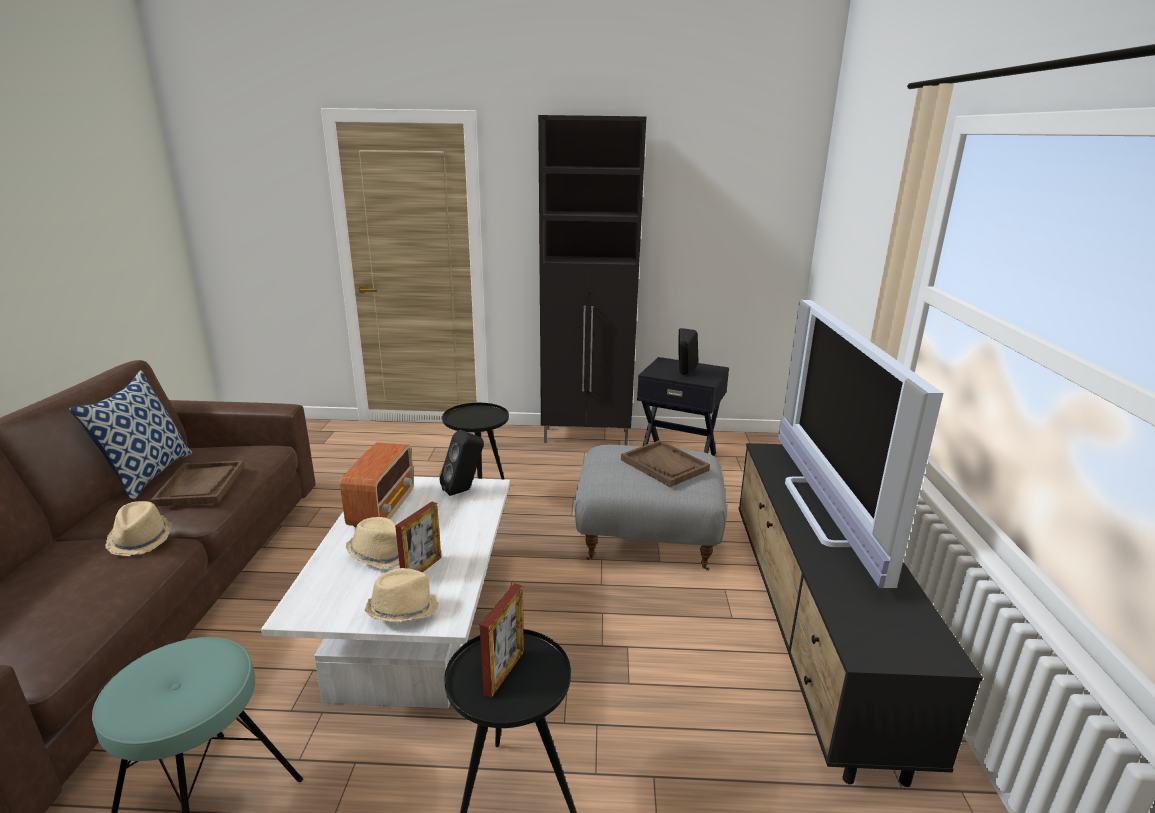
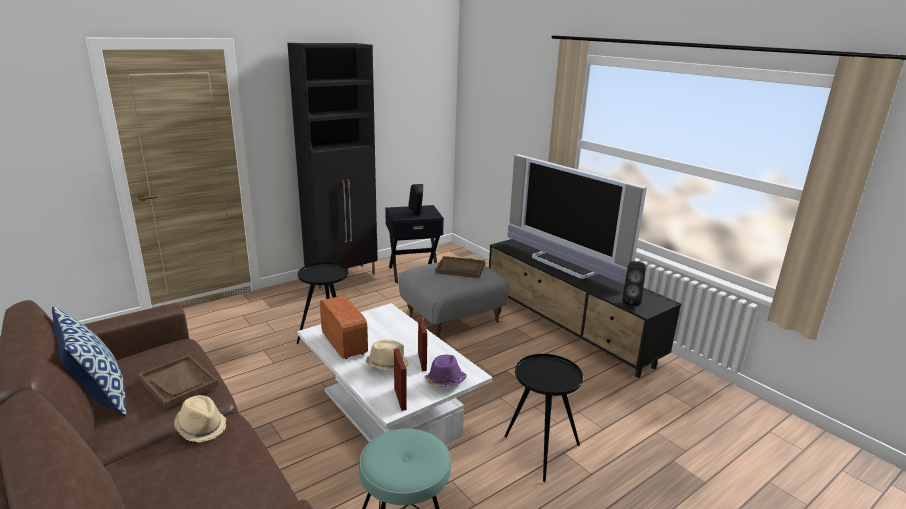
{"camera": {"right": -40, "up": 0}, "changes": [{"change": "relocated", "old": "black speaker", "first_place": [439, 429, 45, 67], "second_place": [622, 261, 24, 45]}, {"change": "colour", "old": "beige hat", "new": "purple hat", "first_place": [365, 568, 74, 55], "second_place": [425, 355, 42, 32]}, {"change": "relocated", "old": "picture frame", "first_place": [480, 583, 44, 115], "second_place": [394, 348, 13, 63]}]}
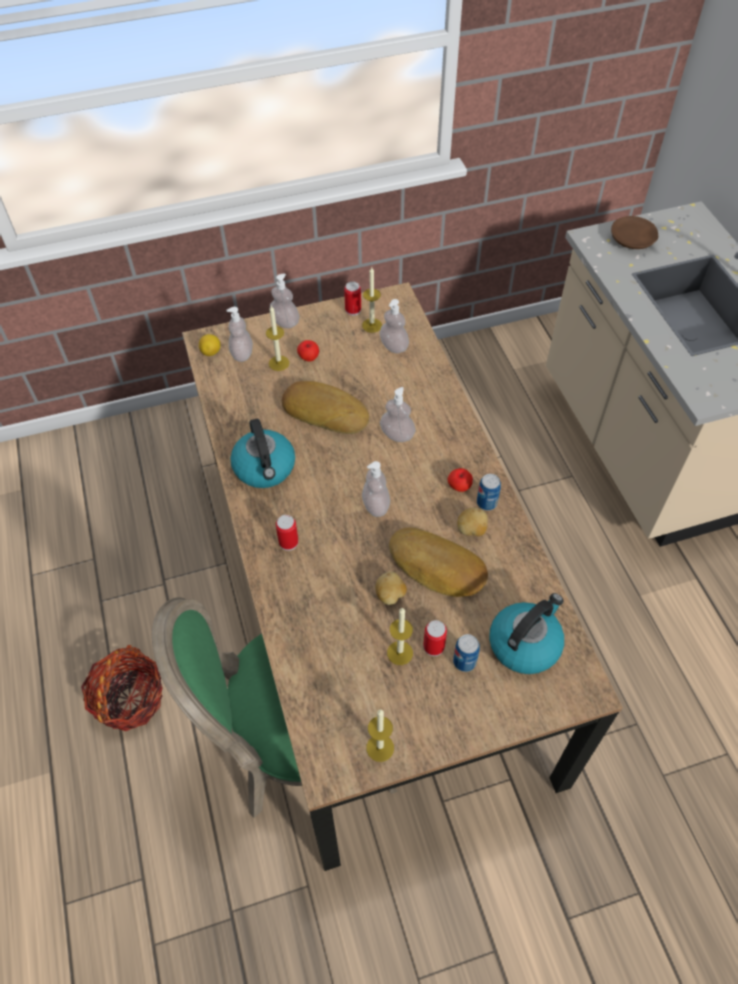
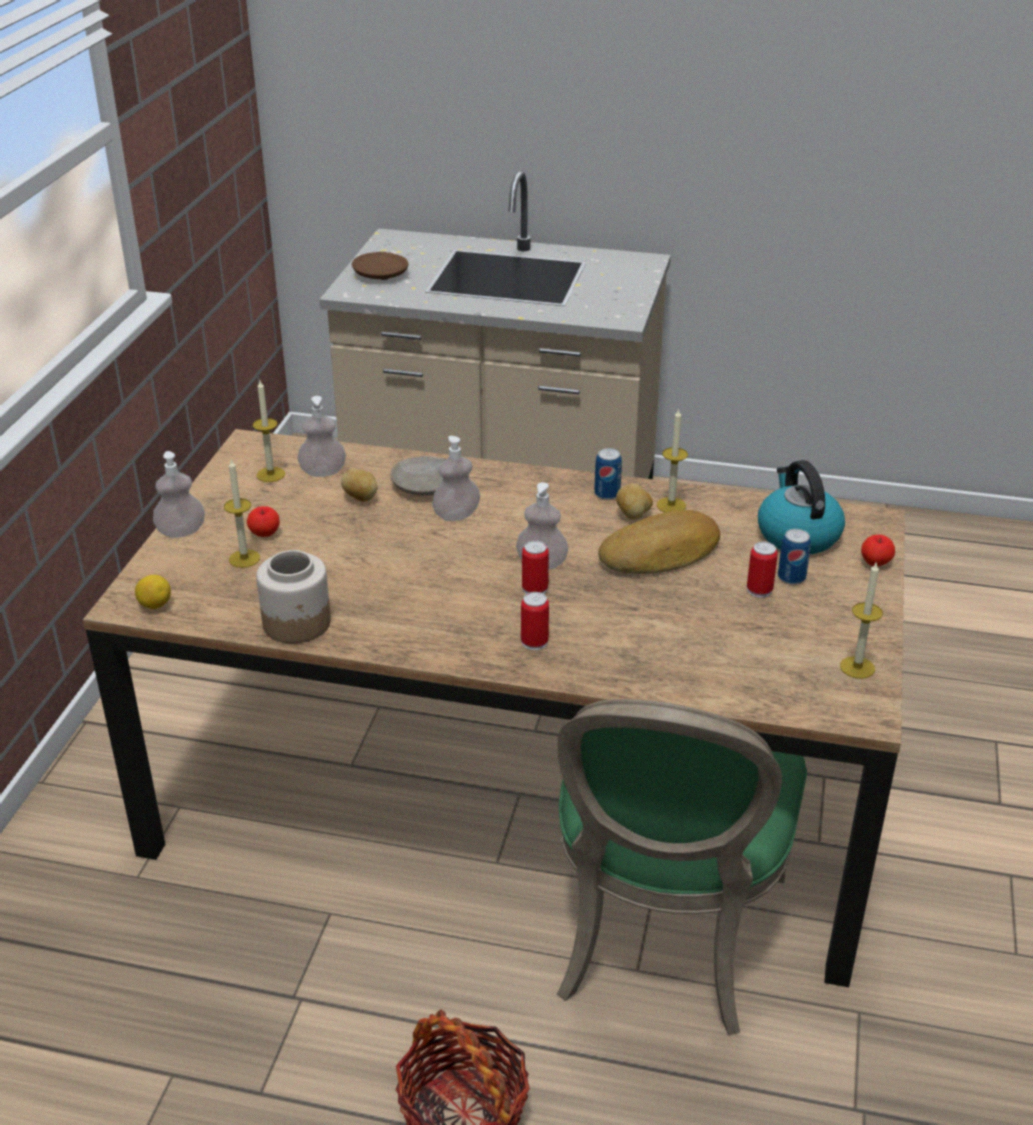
{"camera": {"right": -60, "up": -20}, "changes": [{"change": "relocated", "old": "can", "first_place": [344, 281, 17, 35], "second_place": [522, 540, 27, 54]}, {"change": "missing", "old": "soap dispenser", "first_place": [226, 307, 27, 55]}, {"change": "missing", "old": "bread", "first_place": [282, 381, 87, 53]}, {"change": "missing", "old": "kettle", "first_place": [230, 419, 65, 69]}, {"change": "relocated", "old": "apple", "first_place": [448, 468, 25, 24], "second_place": [861, 535, 34, 31]}, {"change": "relocated", "old": "potato", "first_place": [376, 572, 31, 33], "second_place": [341, 468, 37, 34]}, {"change": "relocated", "old": "candle", "first_place": [387, 608, 26, 57], "second_place": [657, 408, 31, 104]}, {"change": "appeared", "new": "beige plate", "second_place": [390, 456, 56, 39]}, {"change": "appeared", "new": "jar", "second_place": [256, 550, 75, 93]}]}
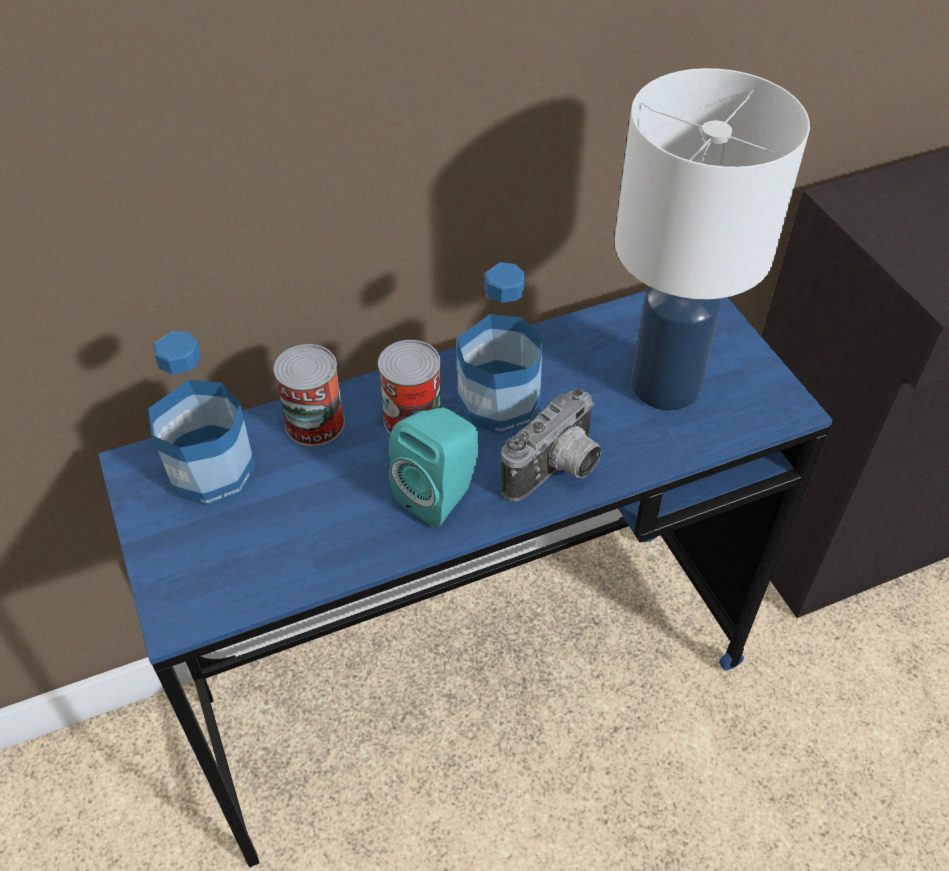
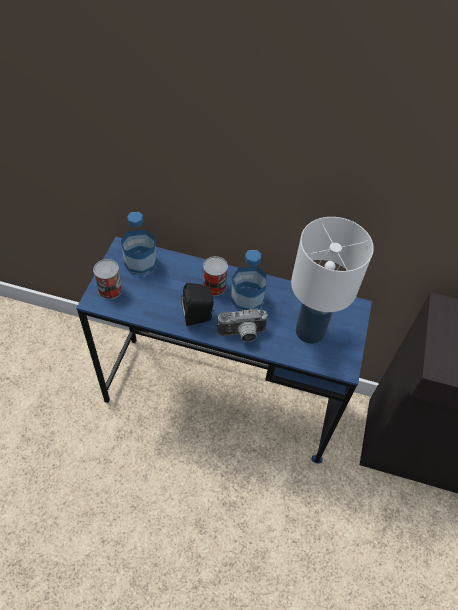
{"camera": {"right": 35, "up": 5}, "changes": [{"change": "relocated", "old": "can", "first_place": [273, 344, 72, 102], "second_place": [93, 259, 29, 40]}, {"change": "colour", "old": "turquoise speaker", "new": "black speaker", "first_place": [389, 408, 90, 120], "second_place": [181, 283, 33, 43]}]}
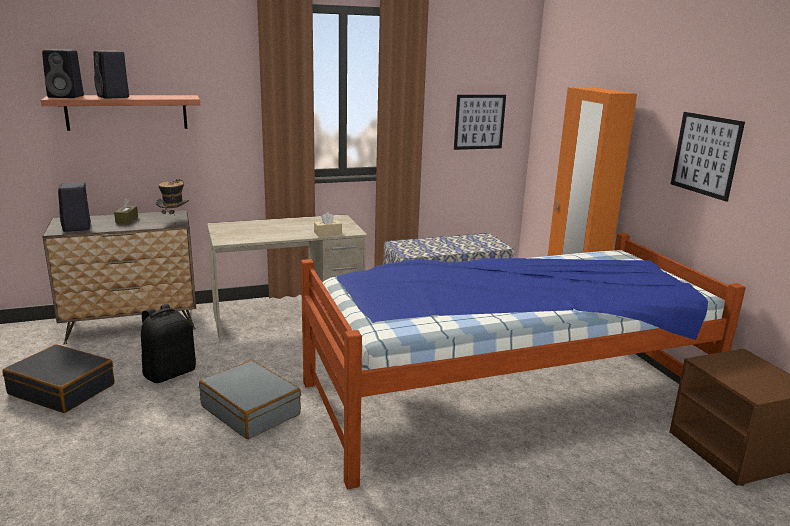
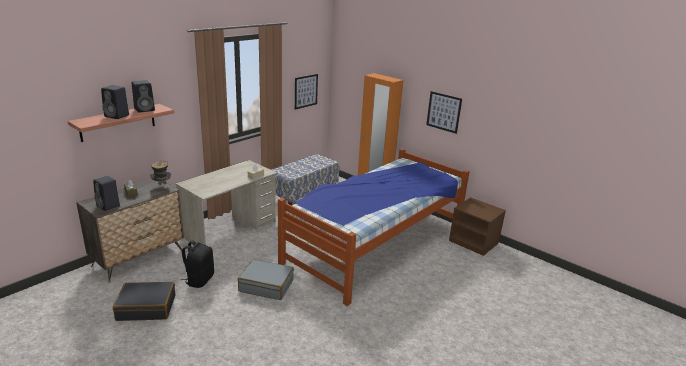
{"camera": {"right": -30, "up": 5}, "changes": [{"change": "relocated", "old": "black speaker", "first_place": [42, 49, 42, 49], "second_place": [132, 80, 23, 33]}]}
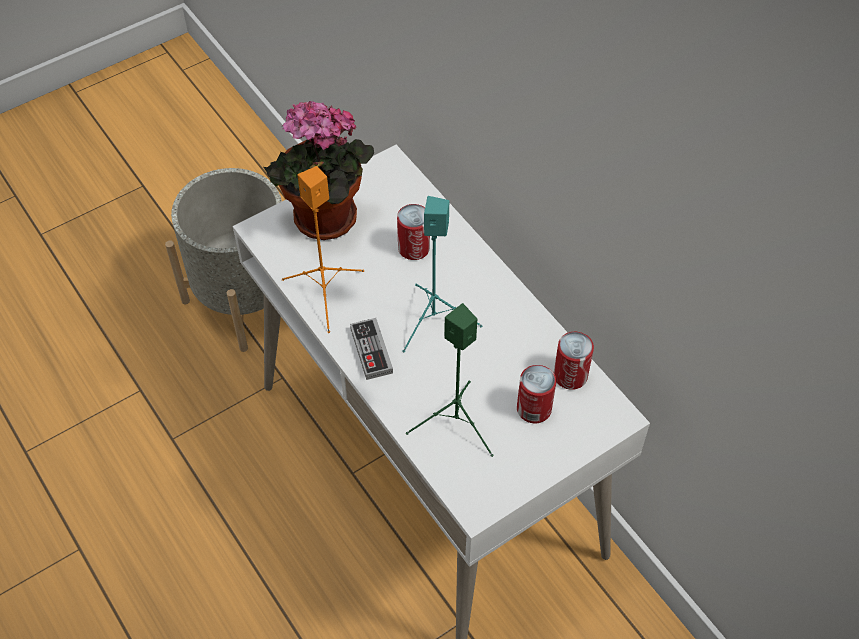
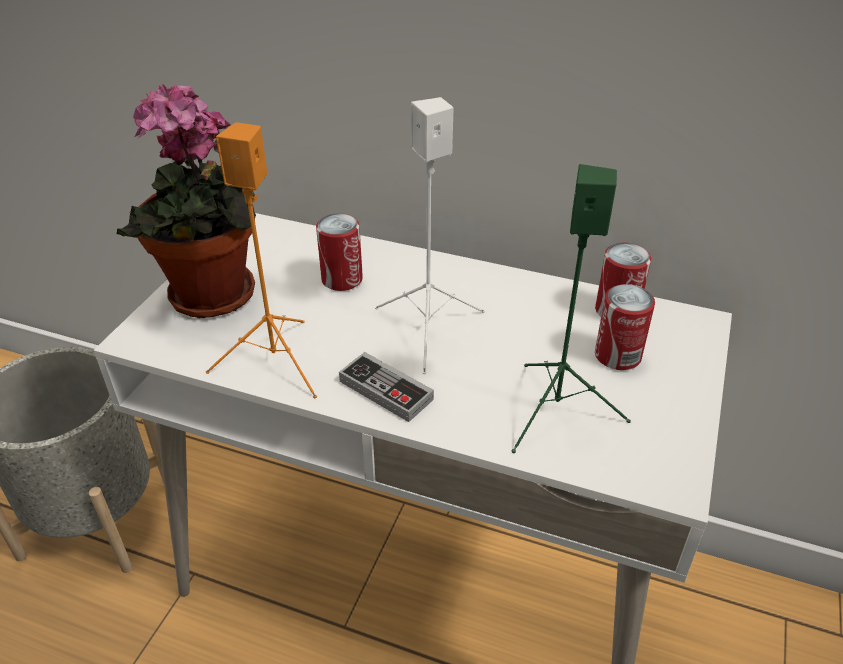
{"camera": {"right": -35, "up": -15}, "changes": [{"change": "colour", "old": "turquoise speaker", "new": "white speaker", "first_place": [403, 196, 79, 157], "second_place": [375, 97, 110, 277]}]}
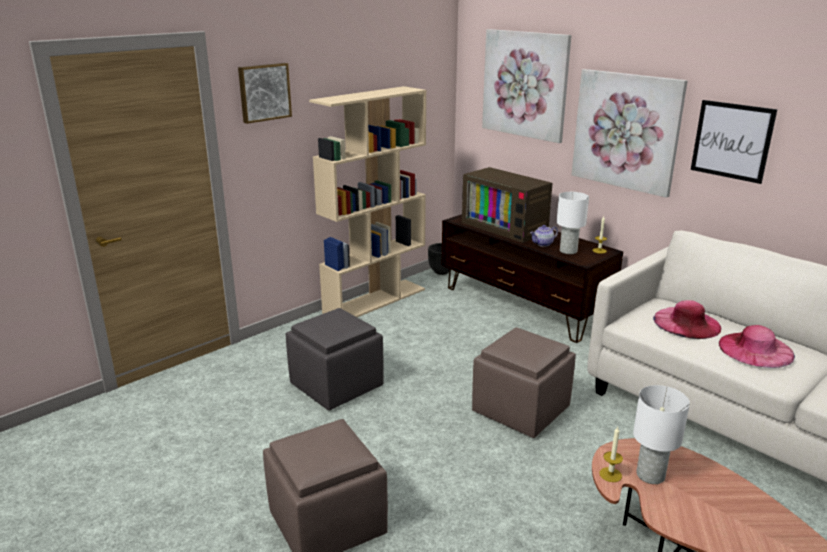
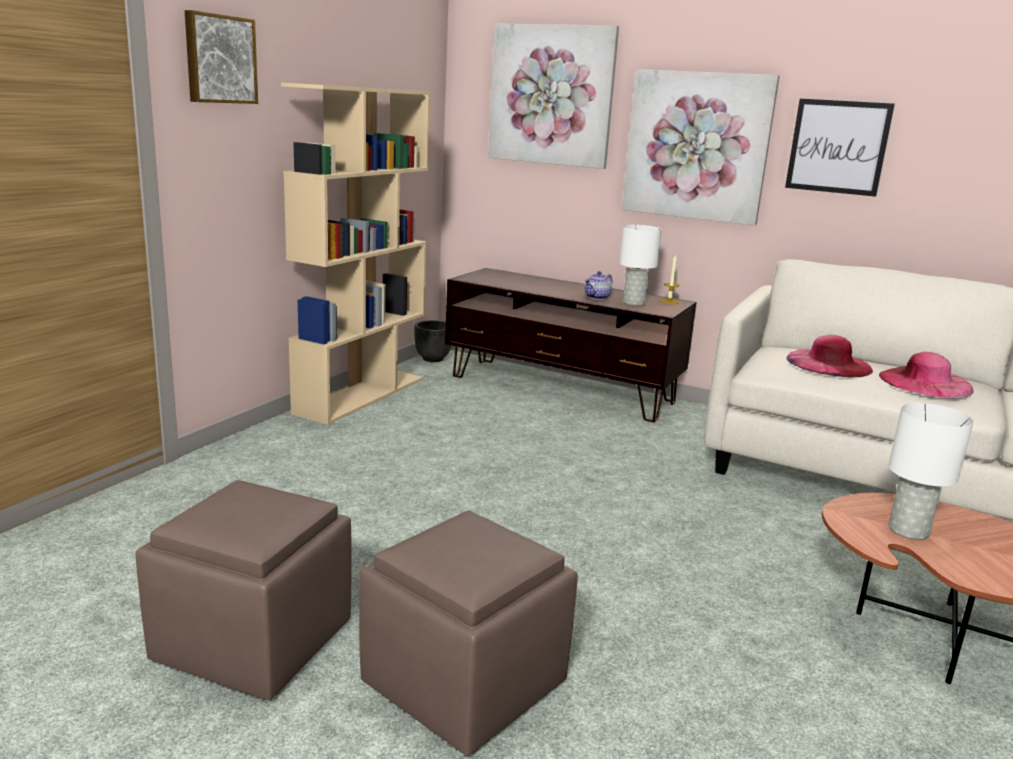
{"camera": {"right": -20, "up": -5}, "changes": [{"change": "missing", "old": "television", "first_place": [462, 167, 90, 76]}, {"change": "missing", "old": "grey ottoman", "first_place": [286, 308, 97, 103]}, {"change": "relocated", "old": "brown ottoman", "first_place": [472, 328, 104, 110], "second_place": [136, 480, 215, 220]}, {"change": "missing", "old": "candle", "first_place": [599, 427, 24, 55]}]}
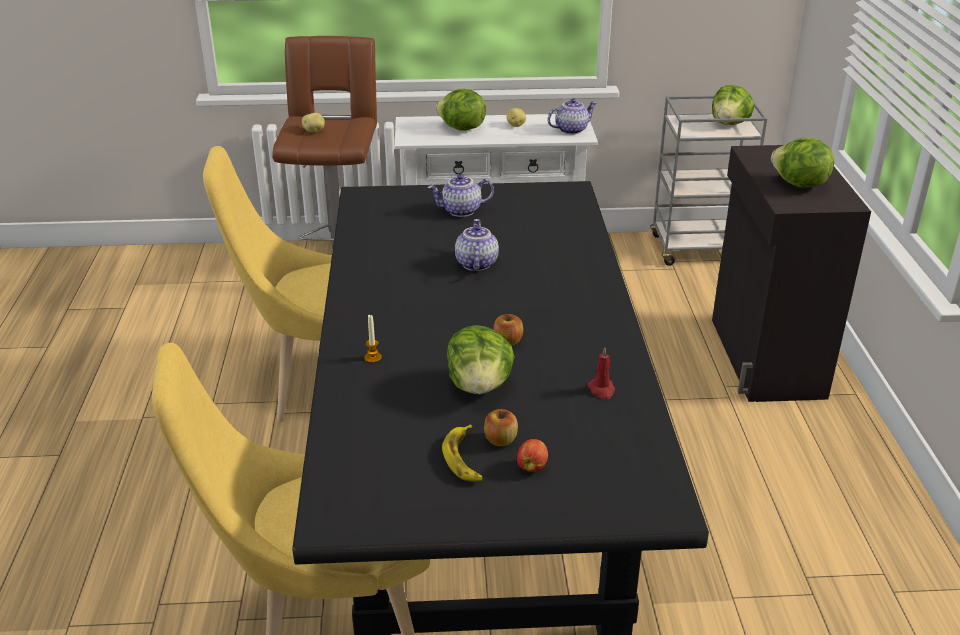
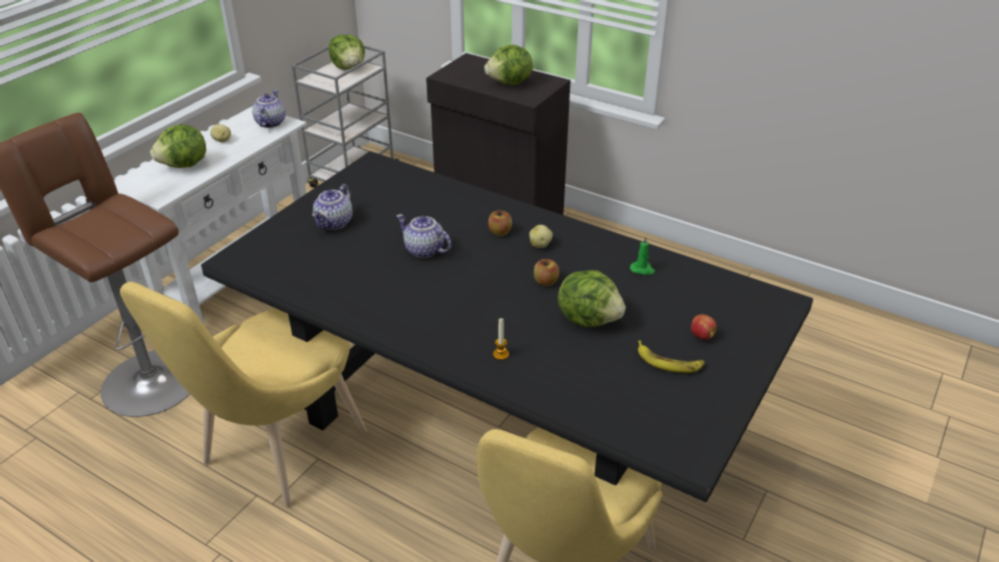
{"camera": {"right": -55, "up": 5}, "changes": [{"change": "relocated", "old": "potato", "first_place": [302, 113, 23, 19], "second_place": [529, 225, 24, 23]}, {"change": "colour", "old": "red candle", "new": "green candle", "first_place": [587, 347, 28, 52], "second_place": [630, 236, 25, 39]}, {"change": "relocated", "old": "apple", "first_place": [484, 409, 34, 37], "second_place": [488, 210, 24, 26]}]}
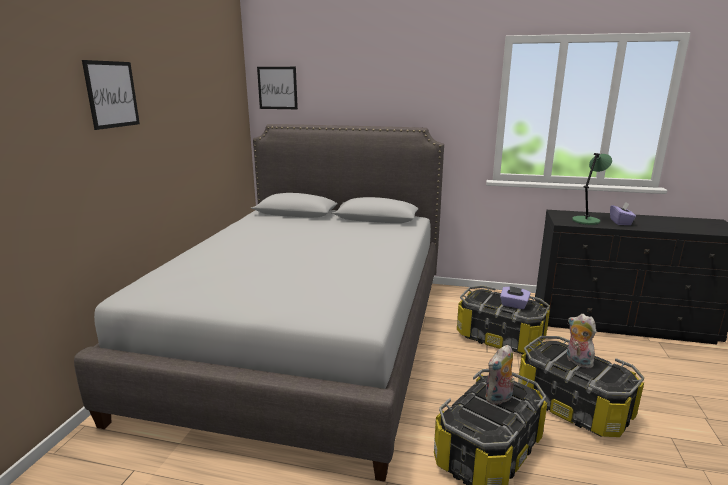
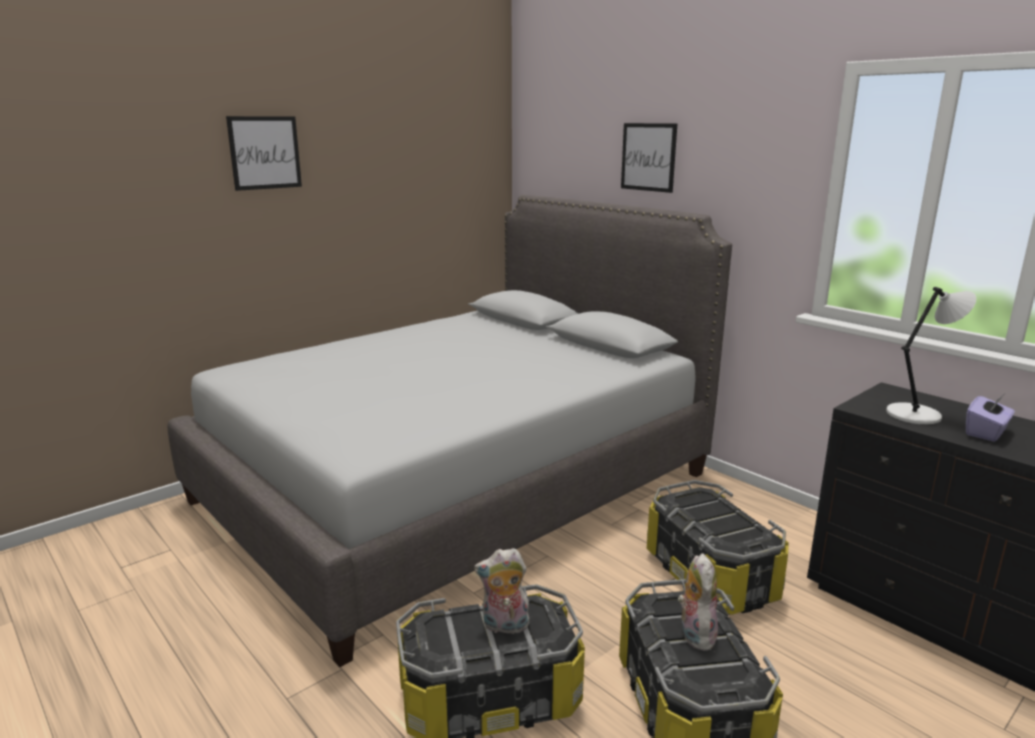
{"camera": {"right": 35, "up": 0}, "changes": [{"change": "relocated", "old": "picture", "first_place": [257, 67, 41, 42], "second_place": [621, 123, 56, 70]}, {"change": "colour", "old": "green table lamp", "new": "grey table lamp", "first_place": [572, 153, 40, 72], "second_place": [886, 287, 90, 138]}, {"change": "missing", "old": "purple tissue box", "first_place": [500, 286, 31, 23]}]}
